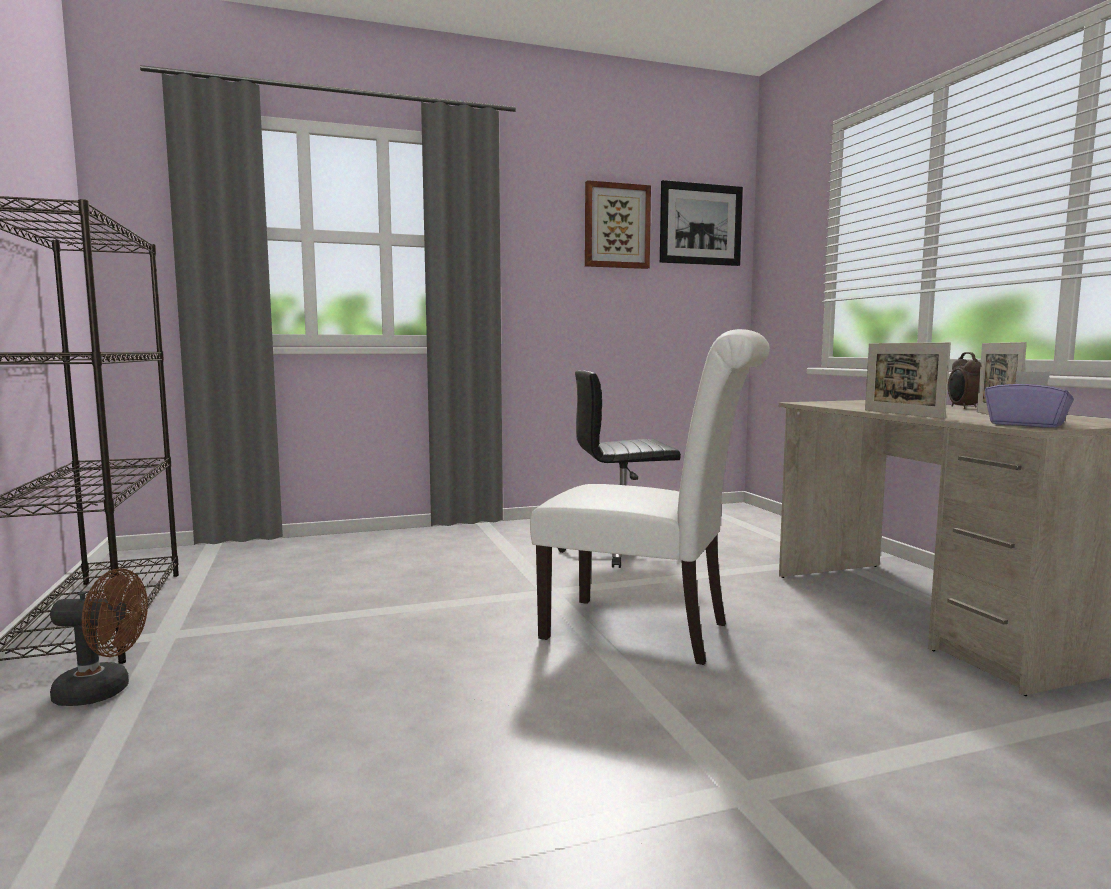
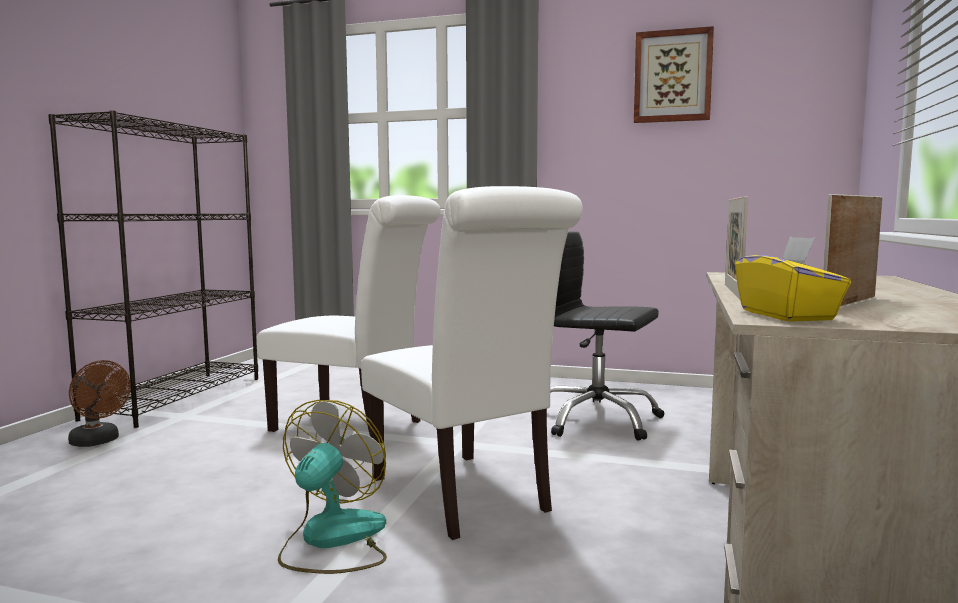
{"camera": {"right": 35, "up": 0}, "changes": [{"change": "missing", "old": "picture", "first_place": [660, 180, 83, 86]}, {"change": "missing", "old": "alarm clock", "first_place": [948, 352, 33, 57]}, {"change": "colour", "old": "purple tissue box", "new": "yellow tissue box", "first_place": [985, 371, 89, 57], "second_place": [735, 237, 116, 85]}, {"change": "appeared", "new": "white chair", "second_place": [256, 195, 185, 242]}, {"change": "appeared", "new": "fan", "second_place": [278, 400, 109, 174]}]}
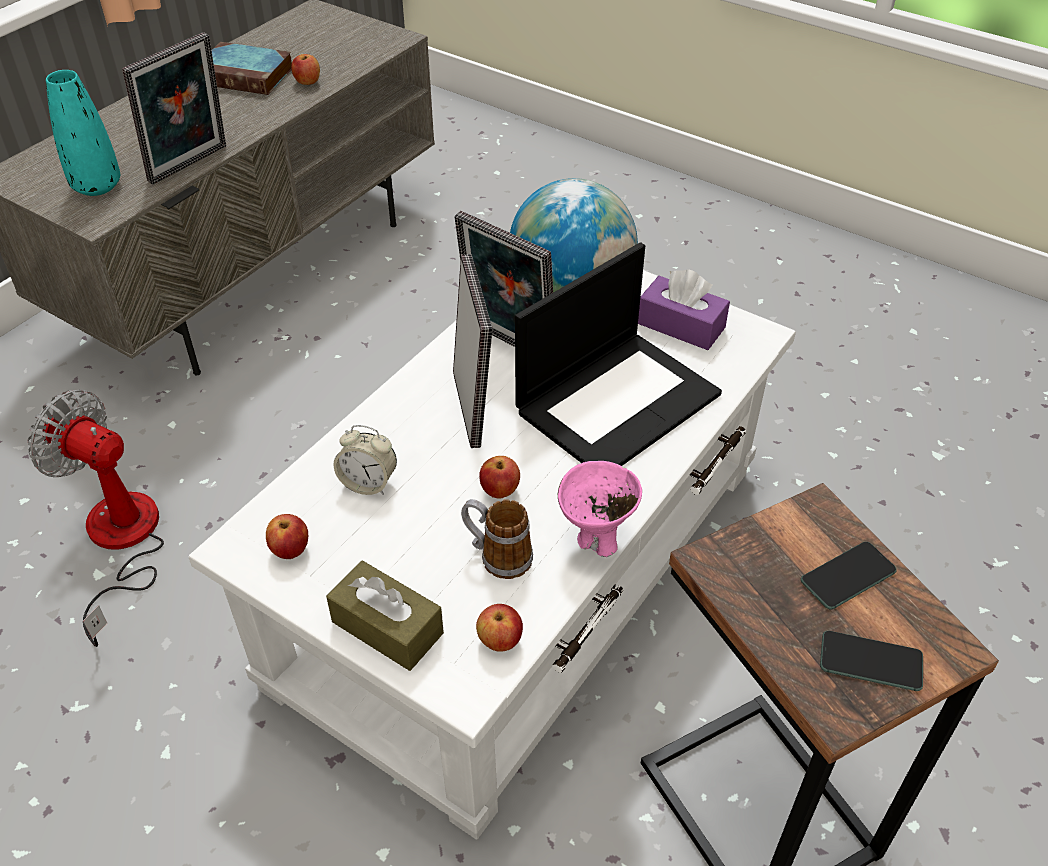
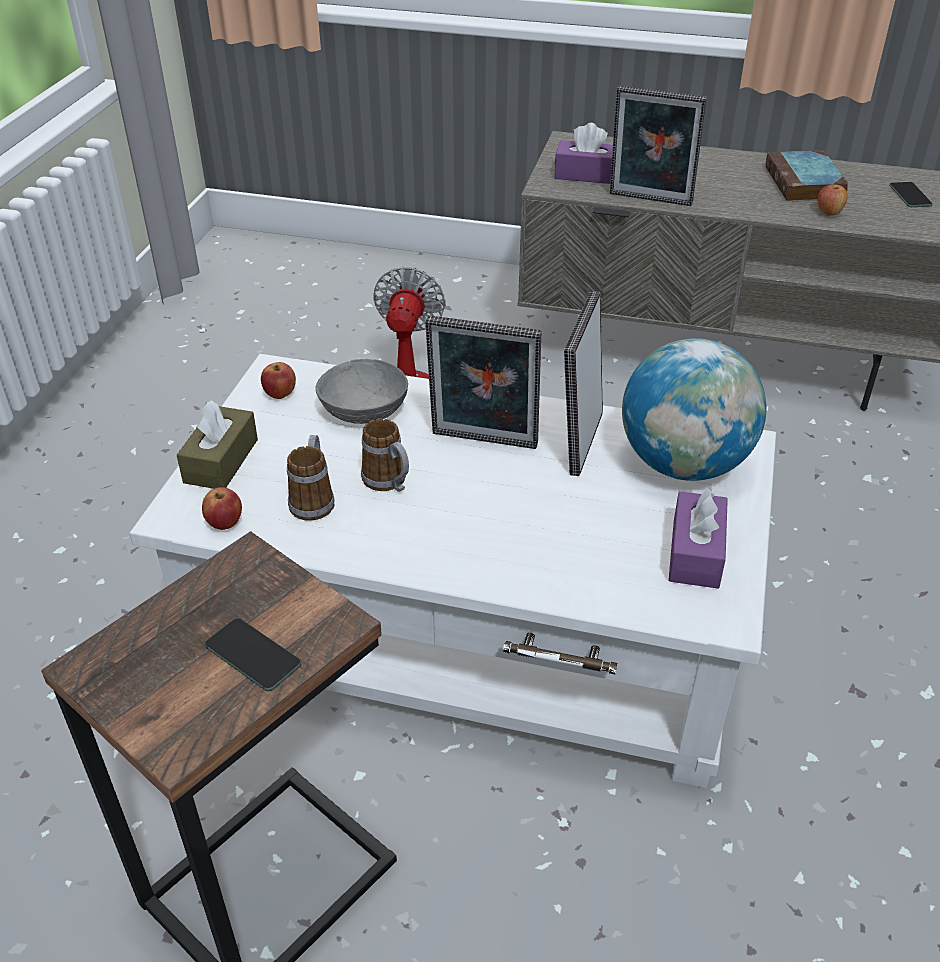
{"camera": {"right": 70, "up": -5}, "changes": [{"change": "exchanged", "old": "turquoise vase", "new": "purple tissue box", "first_place": [46, 70, 74, 126], "second_place": [554, 123, 59, 61]}, {"change": "missing", "old": "laptop", "first_place": [515, 242, 207, 224]}, {"change": "spun", "old": "picture frame", "first_place": [453, 254, 40, 194], "second_place": [425, 316, 116, 133], "degrees": 45}, {"change": "exchanged", "old": "alarm clock", "new": "grey bowl", "first_place": [334, 425, 63, 70], "second_place": [315, 359, 93, 65]}, {"change": "exchanged", "old": "apple", "new": "mug", "first_place": [479, 456, 41, 43], "second_place": [361, 418, 48, 74]}, {"change": "missing", "old": "pink bowl", "first_place": [558, 461, 84, 96]}, {"change": "relocated", "old": "phone", "first_place": [820, 631, 103, 60], "second_place": [889, 182, 44, 25]}]}
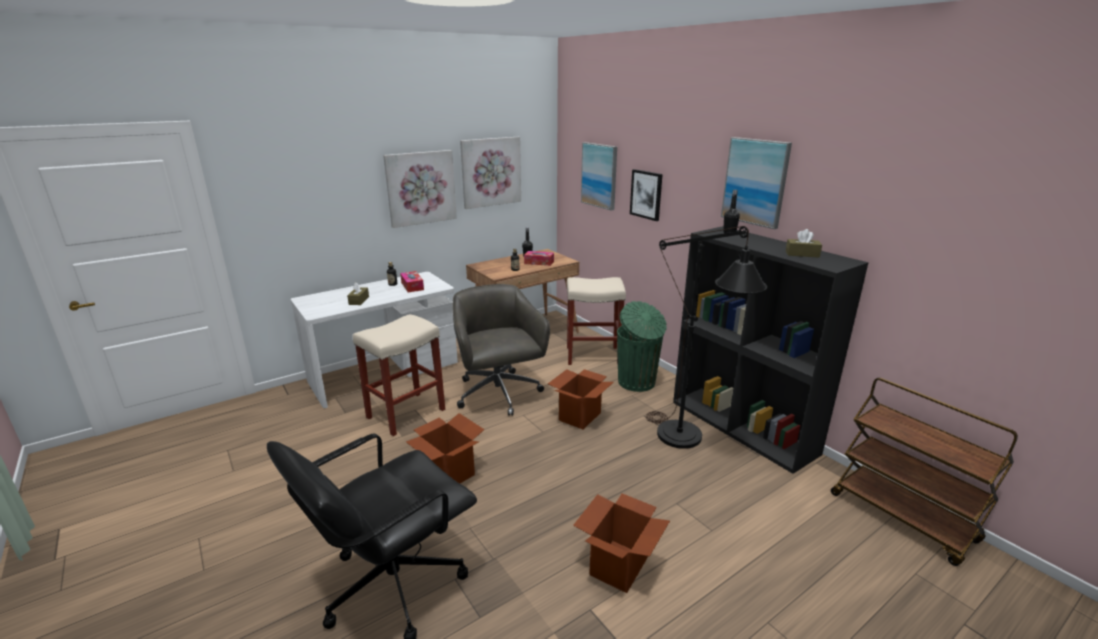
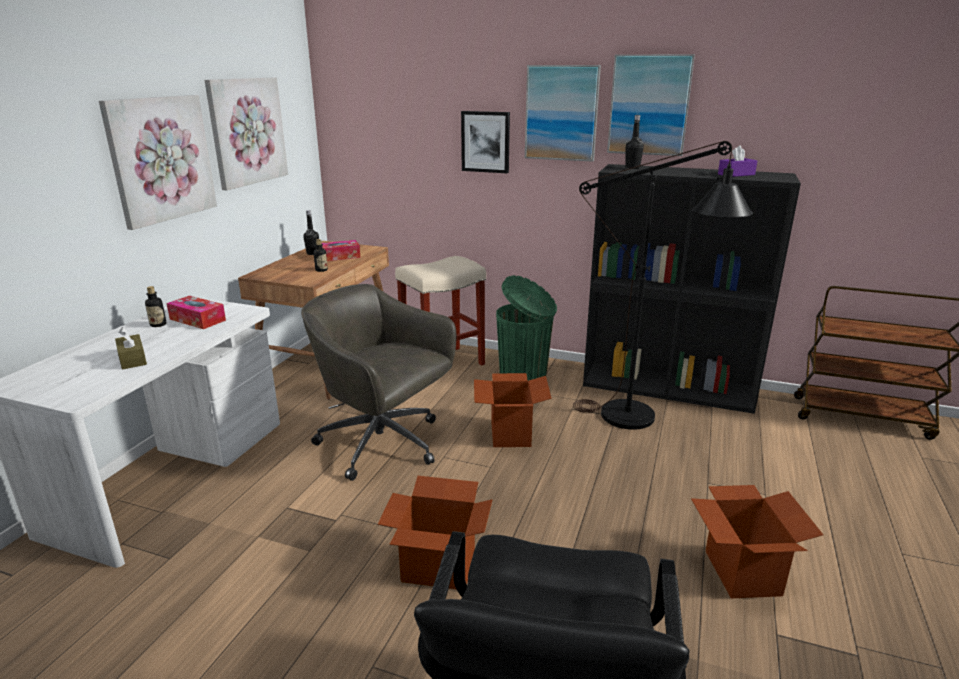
{"camera": {"right": -35, "up": 0}, "changes": [{"change": "relocated", "old": "picture", "first_place": [581, 142, 36, 69], "second_place": [525, 65, 76, 97]}, {"change": "colour", "old": "brown tissue box", "new": "purple tissue box", "first_place": [786, 229, 36, 29], "second_place": [718, 146, 39, 31]}, {"change": "missing", "old": "beige stool", "first_place": [353, 314, 92, 122]}]}
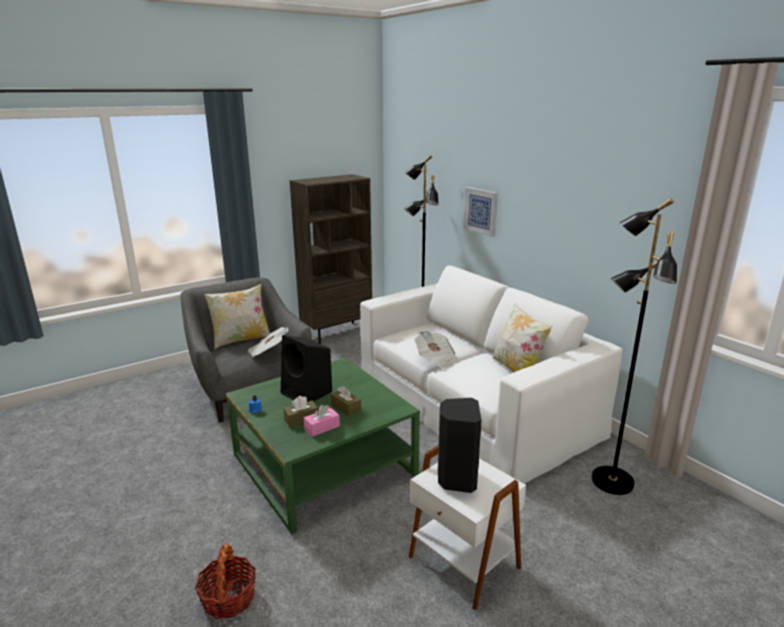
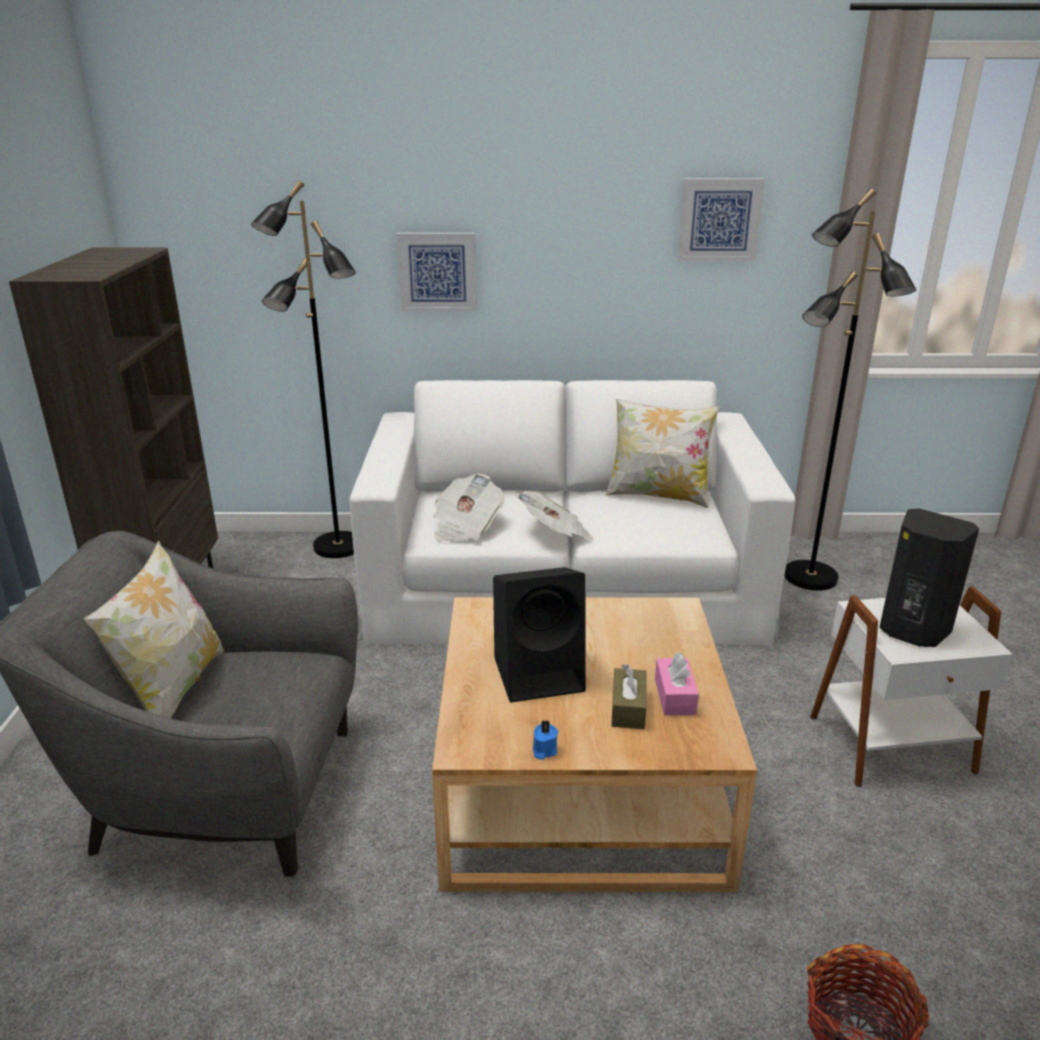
{"camera": {"right": -55, "up": 5}, "changes": [{"change": "relocated", "old": "newspaper", "first_place": [248, 327, 41, 30], "second_place": [433, 474, 72, 67]}, {"change": "colour", "old": "green coffee table", "new": "beige coffee table", "first_place": [226, 358, 194, 176], "second_place": [432, 597, 325, 295]}, {"change": "missing", "old": "brown tissue box", "first_place": [330, 386, 31, 30]}, {"change": "appeared", "new": "picture", "second_place": [677, 178, 88, 83]}]}
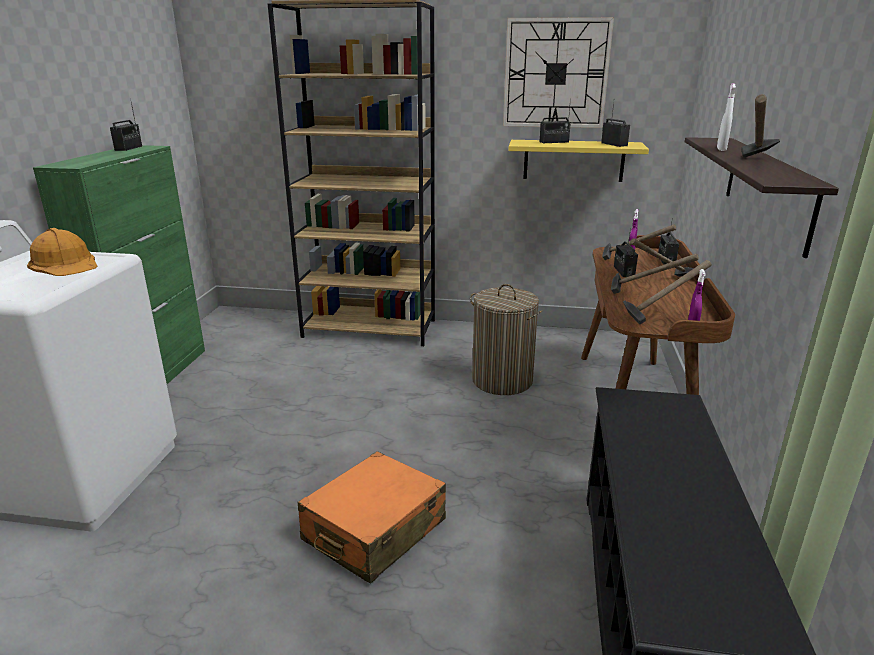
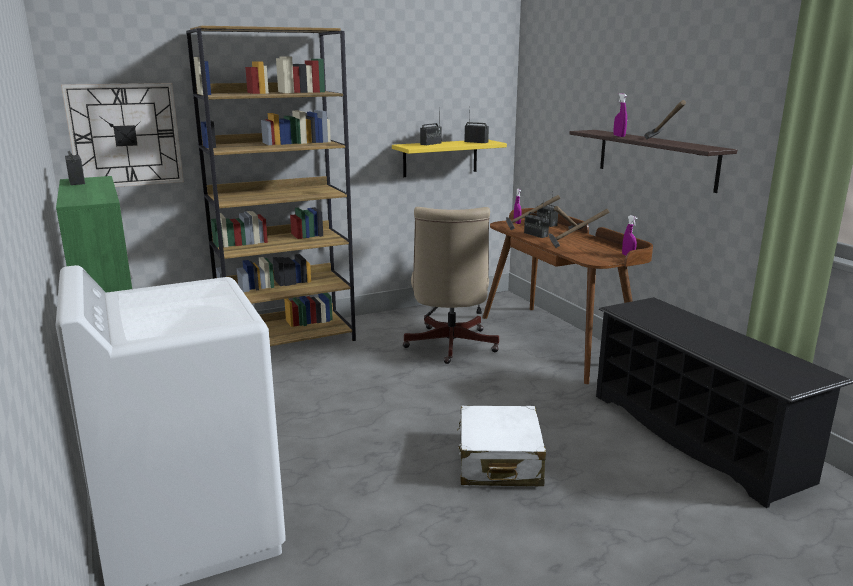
{"camera": {"right": -35, "up": -5}, "changes": [{"change": "relocated", "old": "wall clock", "first_place": [503, 17, 111, 111], "second_place": [61, 83, 123, 104]}, {"change": "colour", "old": "white spray bottle", "new": "purple spray bottle", "first_place": [717, 83, 19, 68], "second_place": [614, 93, 13, 44]}, {"change": "missing", "old": "orange hard hat", "first_place": [27, 228, 71, 48]}, {"change": "missing", "old": "hammer", "first_place": [623, 260, 89, 64]}, {"change": "exchanged", "old": "laundry basket", "new": "beige office chair", "first_place": [470, 284, 73, 111], "second_place": [403, 207, 96, 157]}, {"change": "colour", "old": "orange suitcase", "new": "white suitcase", "first_place": [297, 451, 149, 133], "second_place": [457, 406, 89, 80]}]}
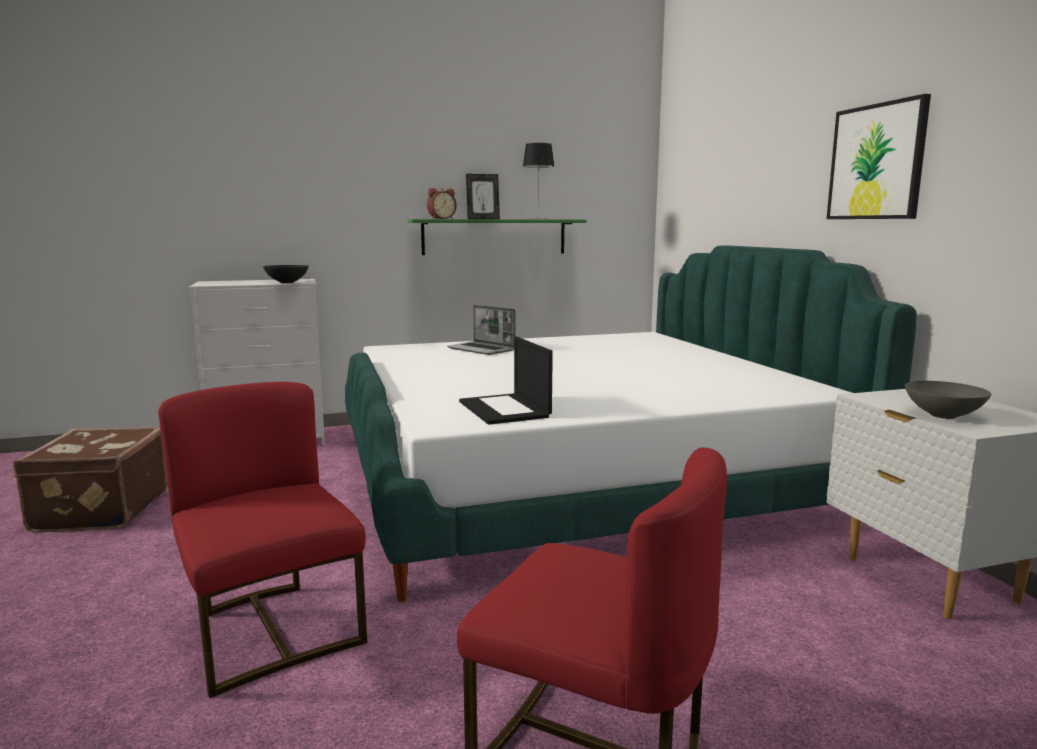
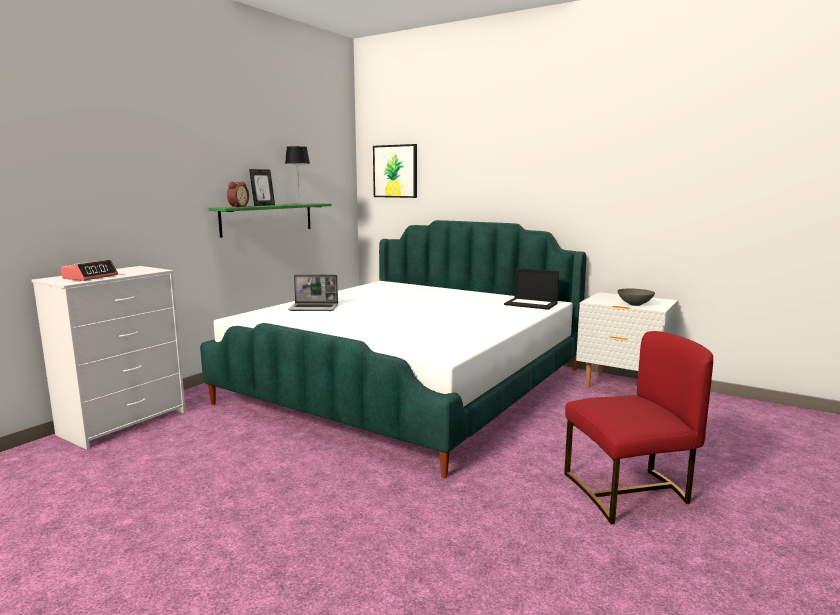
{"camera": {"right": -40, "up": 0}, "changes": [{"change": "relocated", "old": "picture", "first_place": [827, 94, 104, 125], "second_place": [373, 144, 44, 54]}, {"change": "missing", "old": "black bowl", "first_place": [263, 265, 46, 18]}, {"change": "relocated", "old": "laptop", "first_place": [459, 337, 94, 88], "second_place": [504, 268, 55, 42]}, {"change": "missing", "old": "red chair", "first_place": [158, 382, 209, 316]}, {"change": "missing", "old": "brown suitcase", "first_place": [13, 427, 155, 106]}, {"change": "appeared", "new": "alarm clock", "second_place": [61, 260, 57, 21]}]}
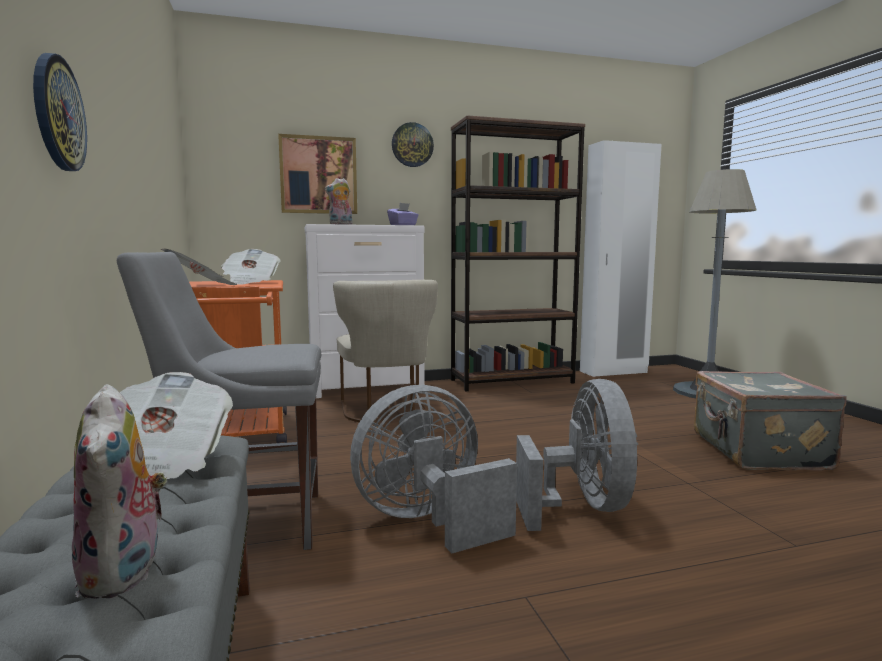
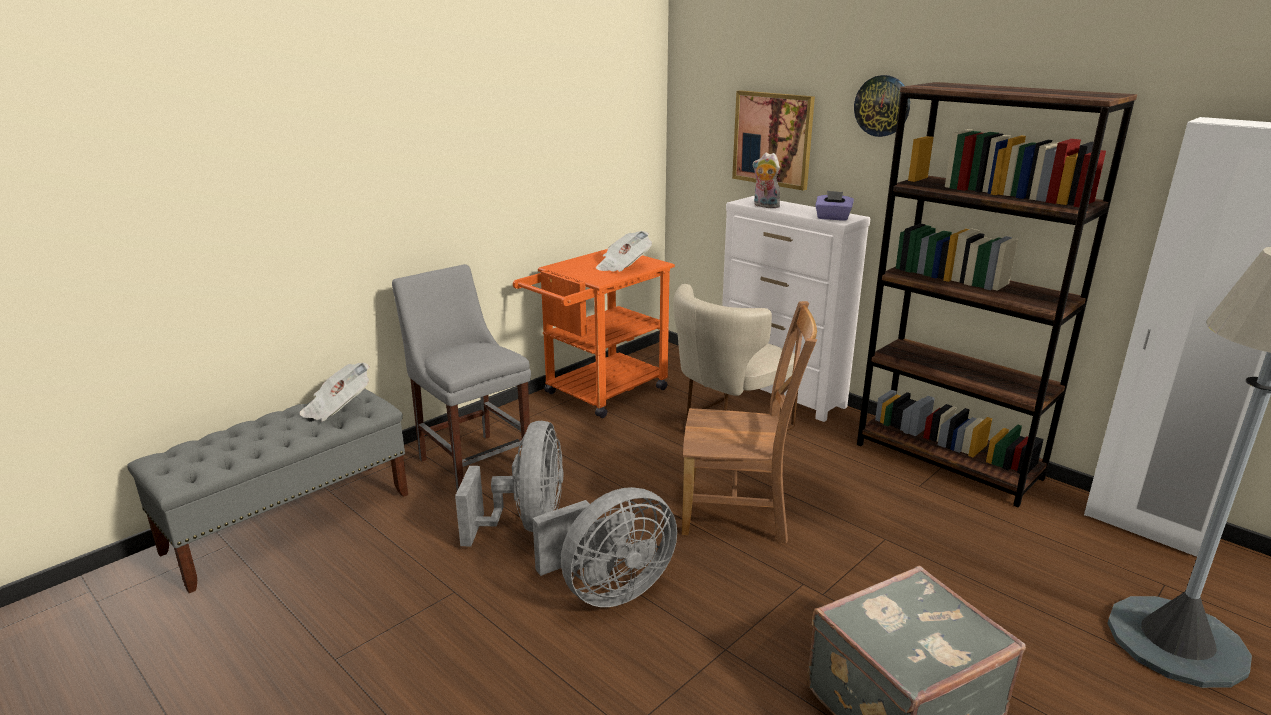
{"camera": {"right": 60, "up": 15}, "changes": [{"change": "missing", "old": "wall clock", "first_place": [33, 53, 54, 118]}, {"change": "missing", "old": "newspaper", "first_place": [161, 249, 76, 36]}, {"change": "missing", "old": "plush toy", "first_place": [72, 384, 95, 215]}, {"change": "spun", "old": "grey fan", "first_place": [350, 385, 167, 168], "second_place": [455, 421, 108, 126], "degrees": 60}, {"change": "appeared", "new": "brown chair", "second_place": [682, 301, 135, 242]}]}
